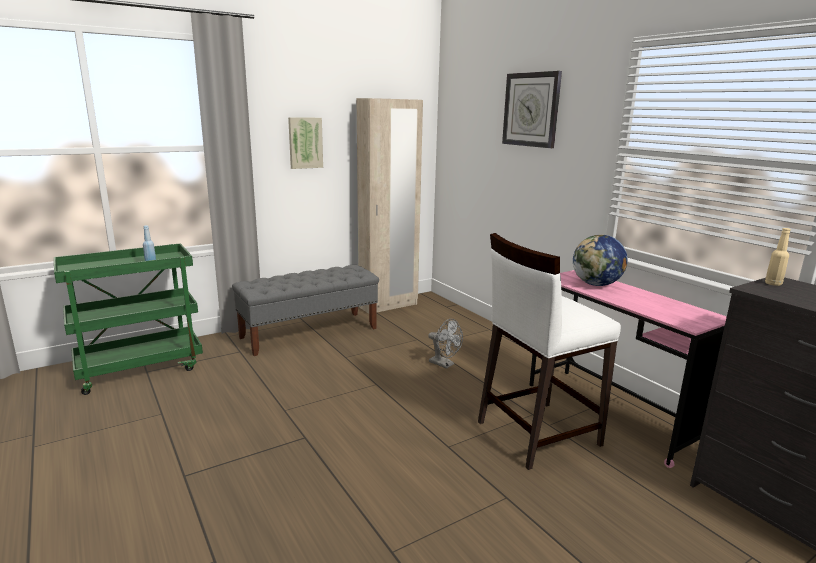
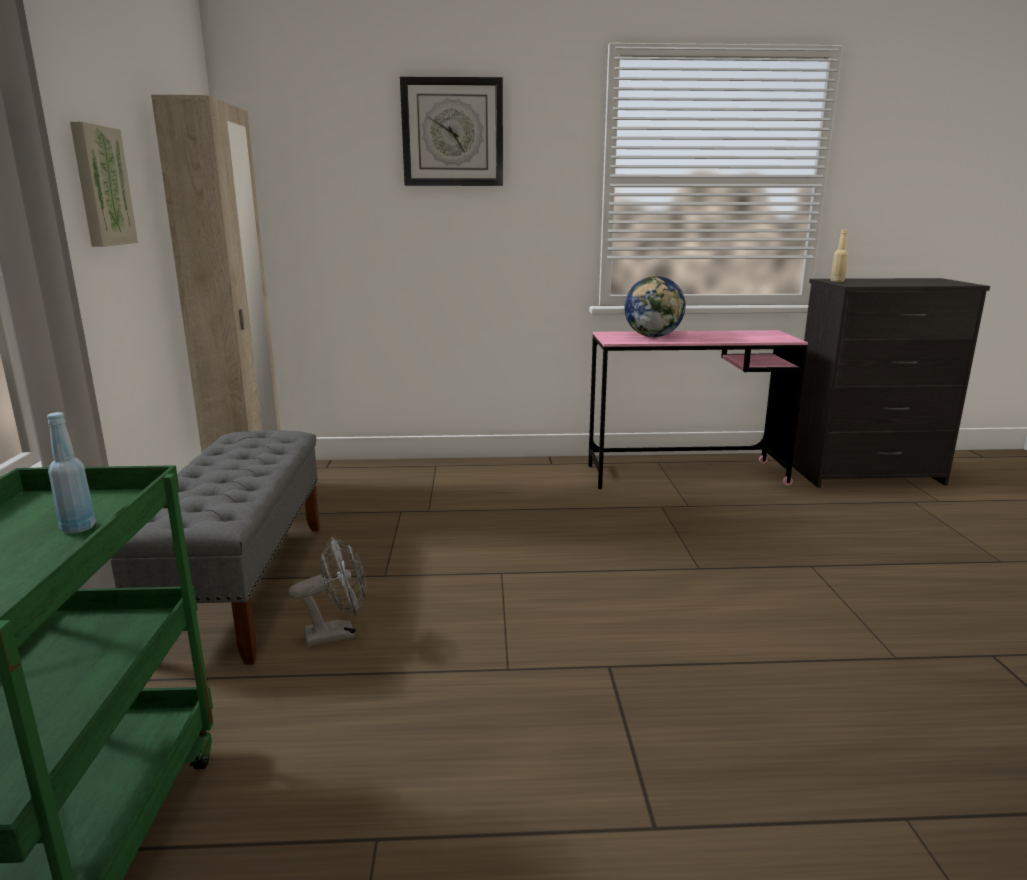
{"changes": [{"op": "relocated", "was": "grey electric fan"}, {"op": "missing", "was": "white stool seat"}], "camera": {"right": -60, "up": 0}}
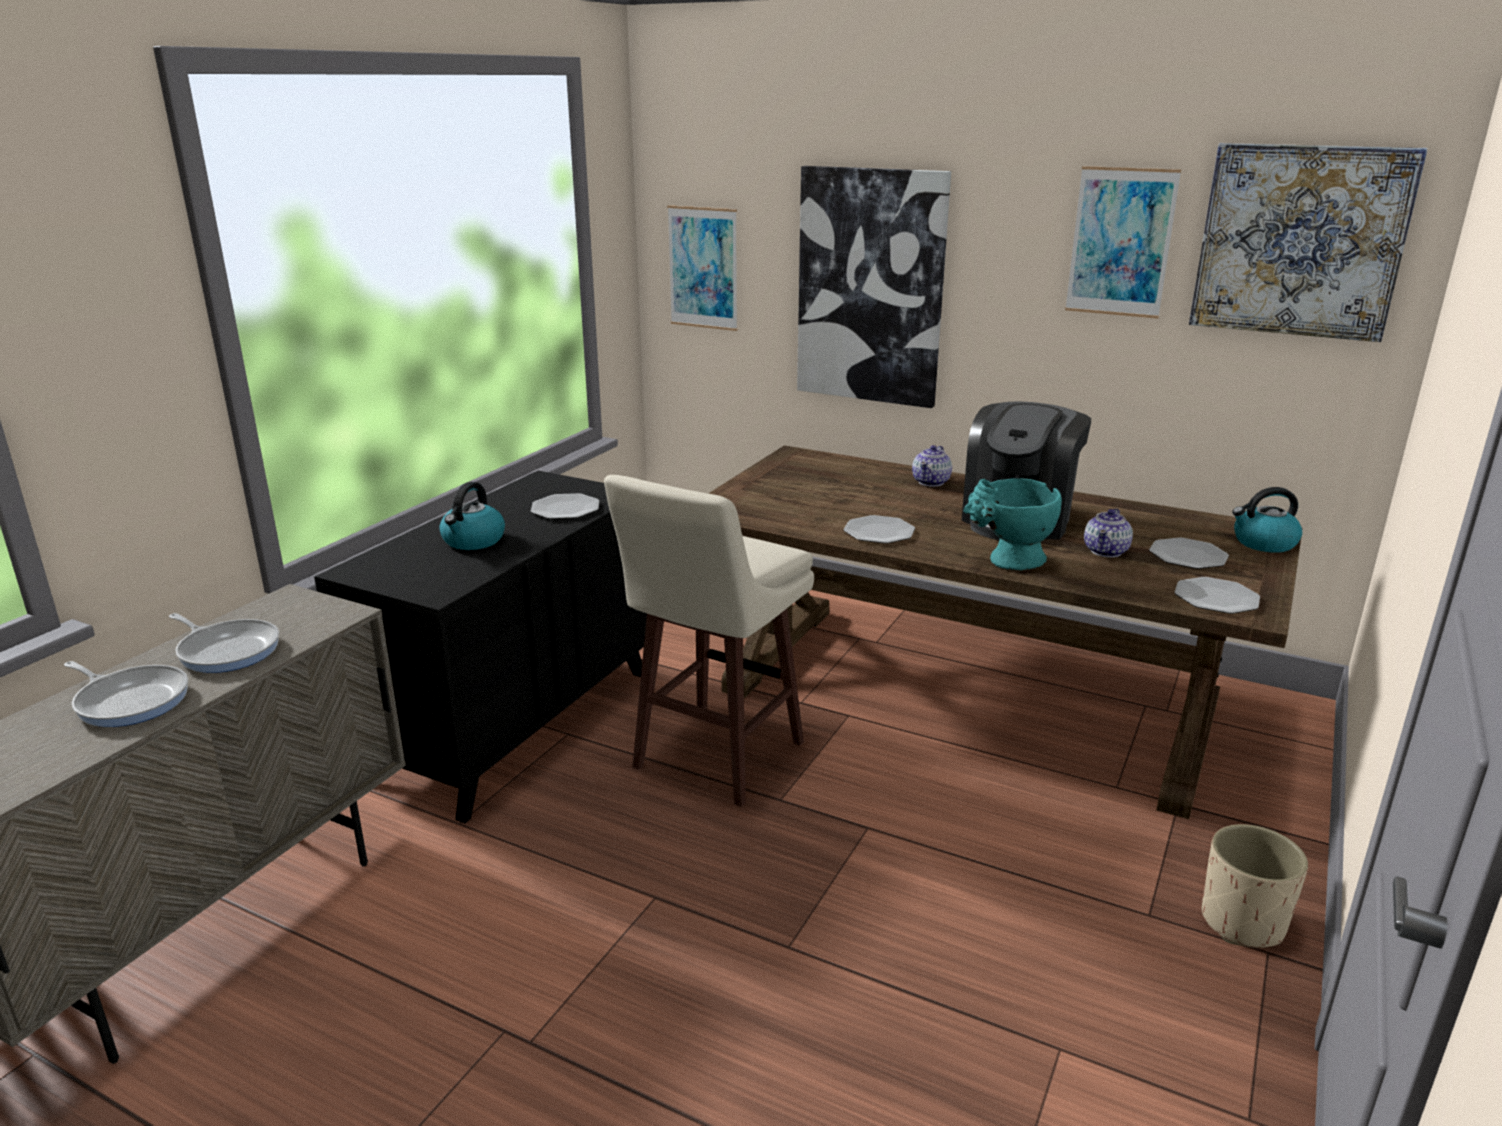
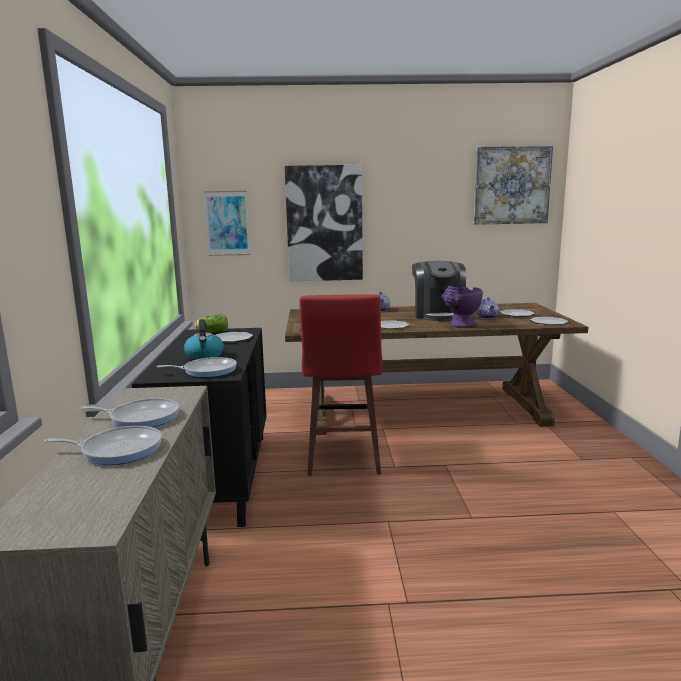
{"changes": [{"op": "colour", "was": "beige-coloured stool seat", "now": "red stool seat"}, {"op": "colour", "was": "turquoise vase", "now": "purple vase"}, {"op": "missing", "was": "wall art (no. 3 from left)"}, {"op": "missing", "was": "beige-coloured planter"}, {"op": "missing", "was": "kettle (no. 2 from left)"}, {"op": "appeared", "now": "frying pan (no. 3 from left)"}, {"op": "appeared", "now": "head of lettuce"}], "camera": {"right": -30, "up": -10}}
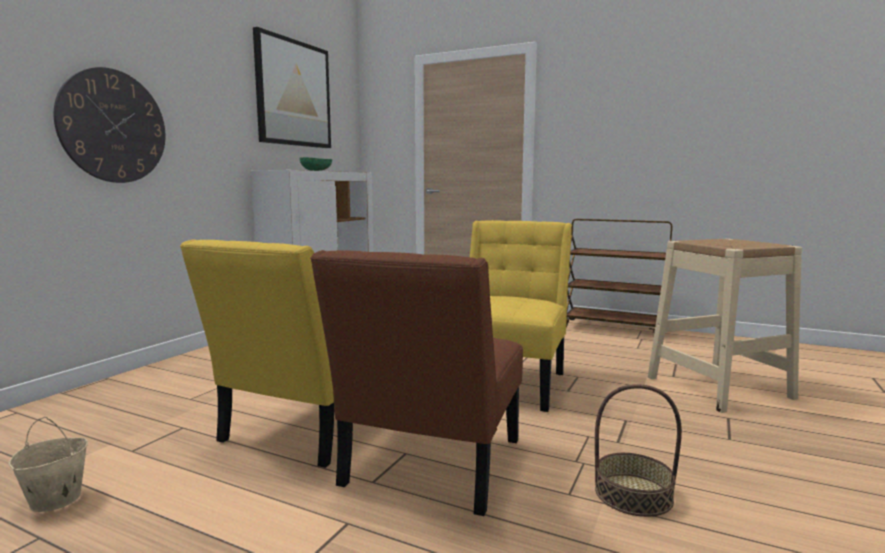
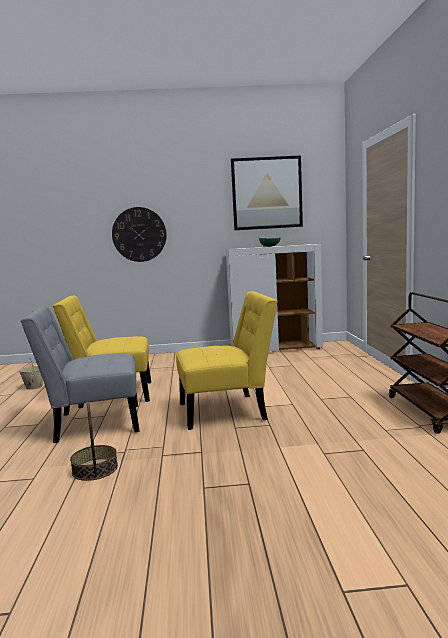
{"changes": [{"op": "colour", "was": "brownish plain chair", "now": "grey plain chair"}, {"op": "missing", "was": "beige-coloured stool seat"}], "camera": {"right": 60, "up": 0}}
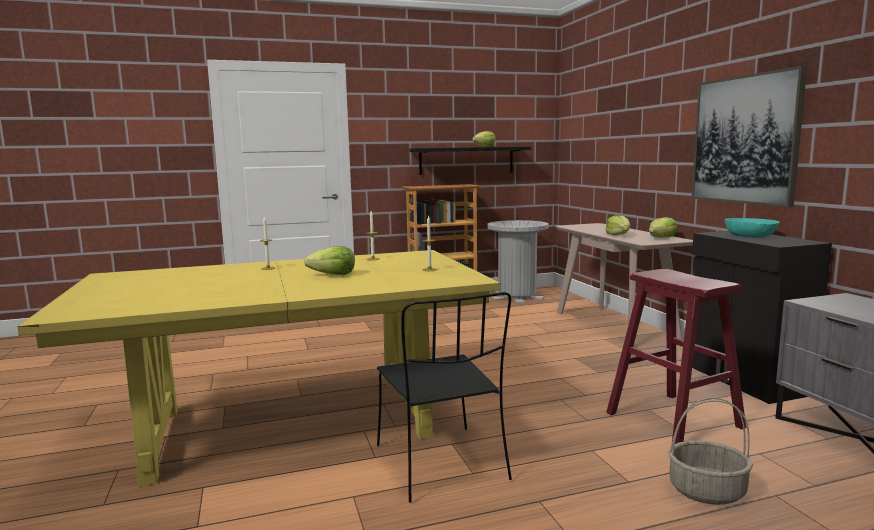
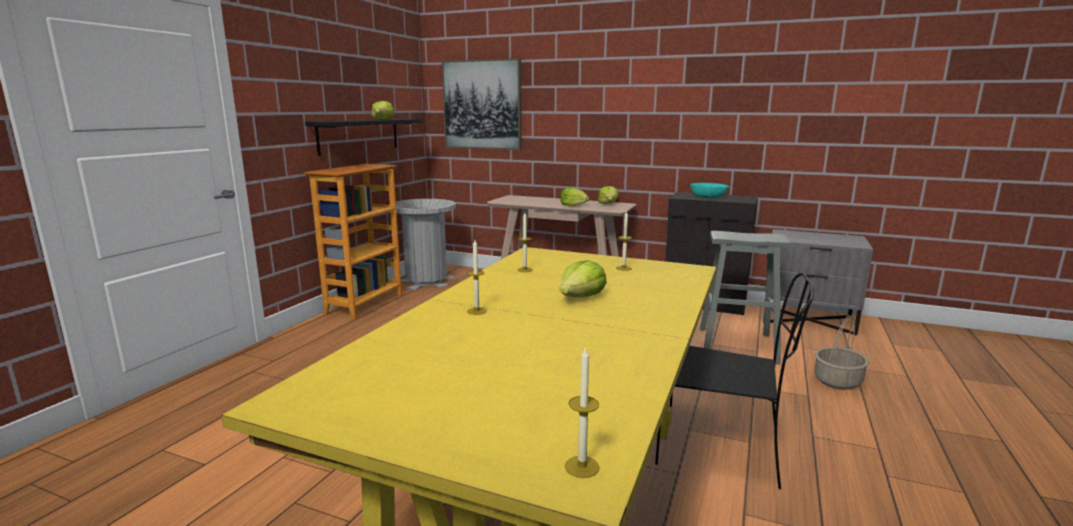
{"changes": [{"op": "colour", "was": "red stool seat", "now": "grey stool seat"}, {"op": "relocated", "was": "wall art"}, {"op": "appeared", "now": "wax light (no. 3 from left)"}], "camera": {"right": -50, "up": 5}}
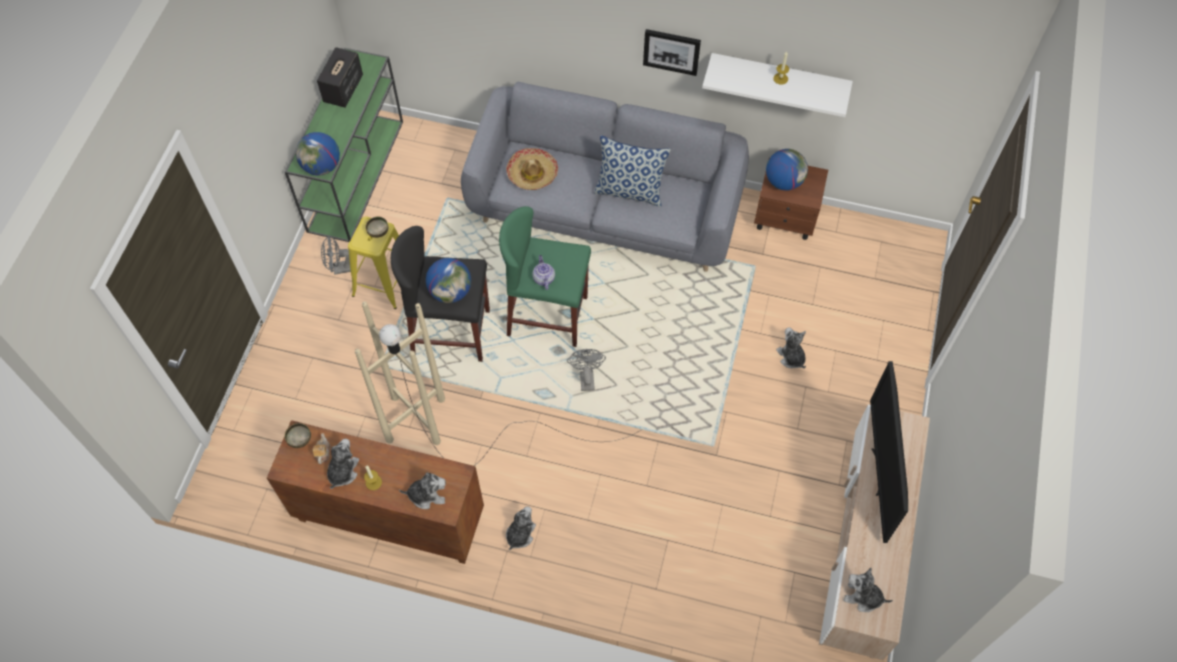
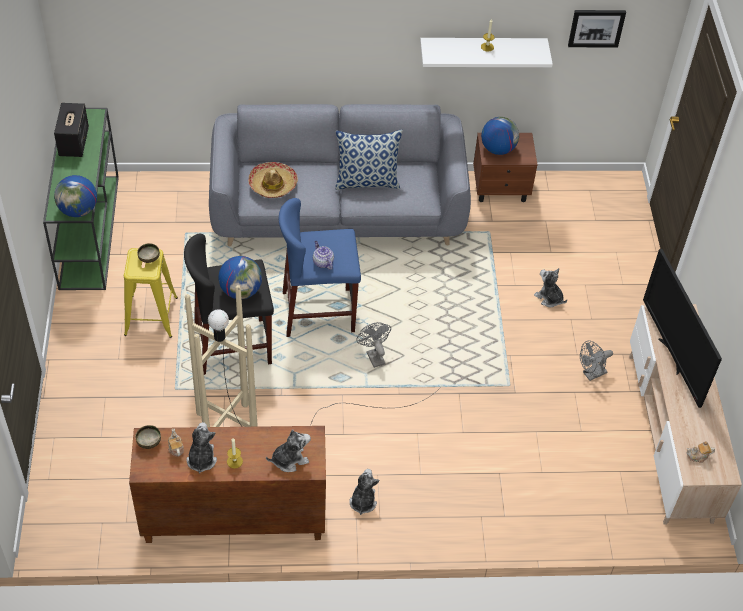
{"changes": [{"op": "relocated", "was": "grey electric fan (no. 1 from left in the first image)", "now": "grey electric fan (no. 2 from left)"}, {"op": "colour", "was": "green stool seat", "now": "blue-coloured stool seat"}, {"op": "relocated", "was": "wall art"}, {"op": "exchanged", "was": "cuddly toy (no. 5 from left)", "now": "tea pot (no. 3 from left)"}], "camera": {"right": -20, "up": -10}}
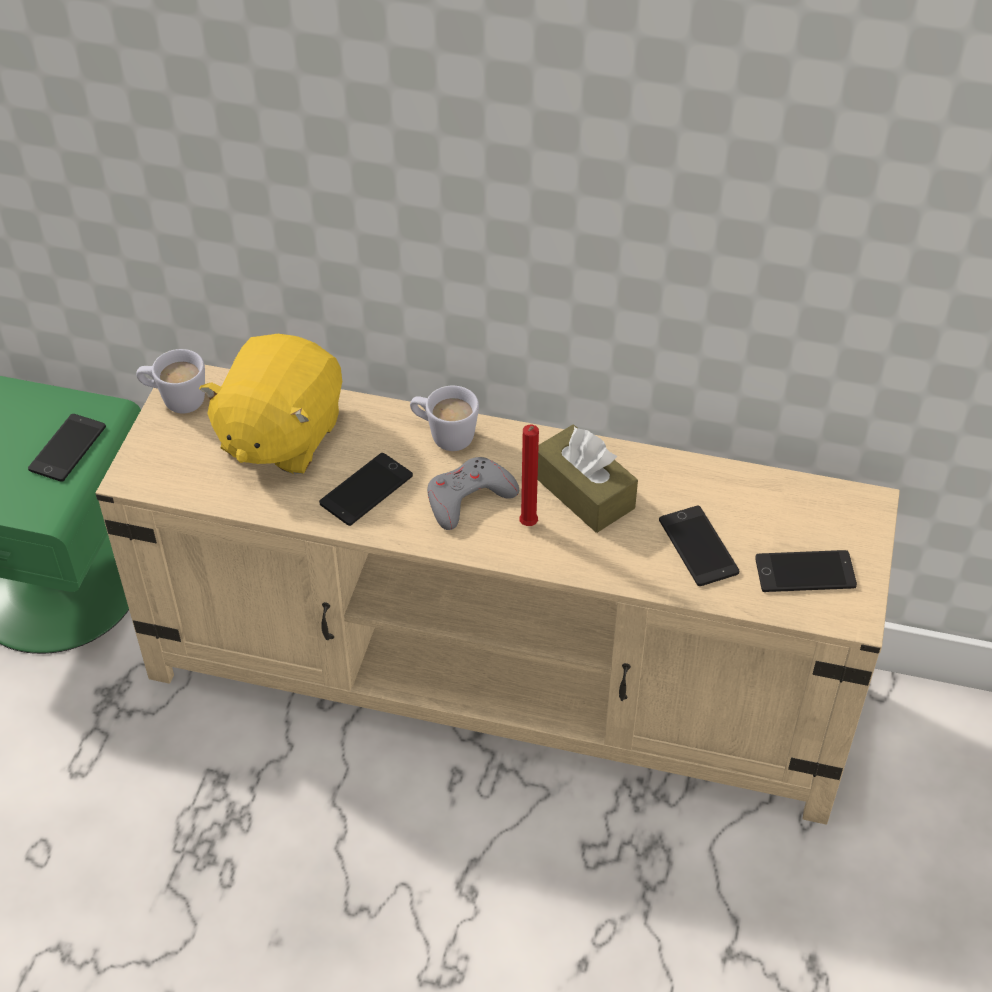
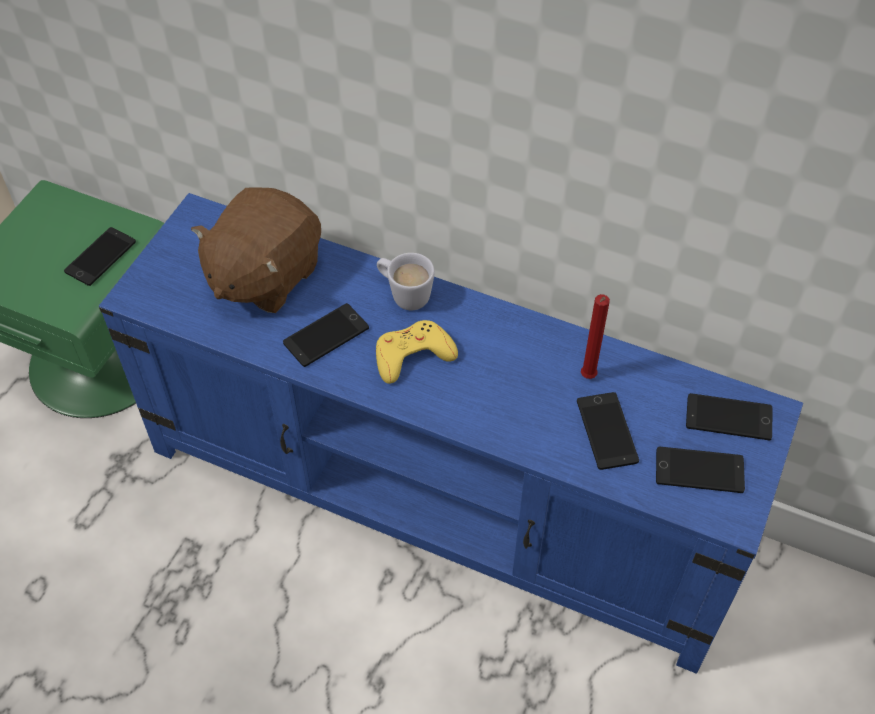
{"changes": [{"op": "colour", "was": "beige-coloured tv stand", "now": "blue-coloured tv stand"}, {"op": "missing", "was": "white tea mug (no. 1 from left)"}, {"op": "colour", "was": "yellow cuddly toy", "now": "brownish cuddly toy"}, {"op": "colour", "was": "grey joypad", "now": "yellow joypad"}, {"op": "relocated", "was": "red wax light"}, {"op": "missing", "was": "brownish tissue holder"}, {"op": "appeared", "now": "phone (no. 5 from left)"}], "camera": {"right": 10, "up": 5}}
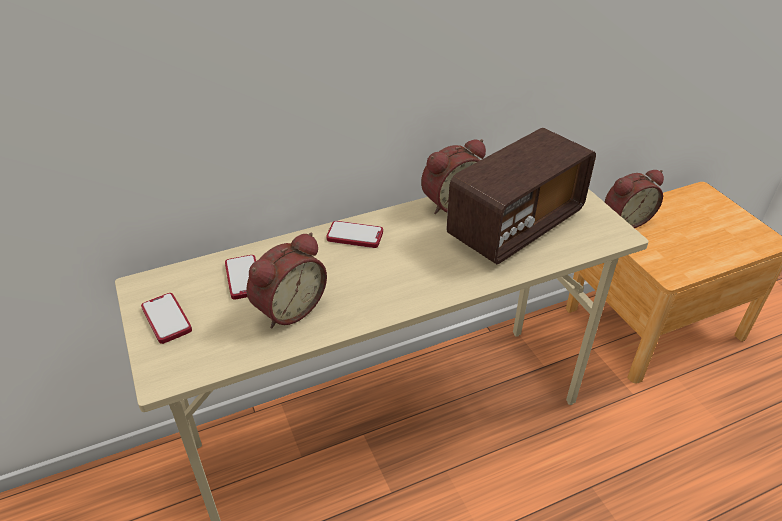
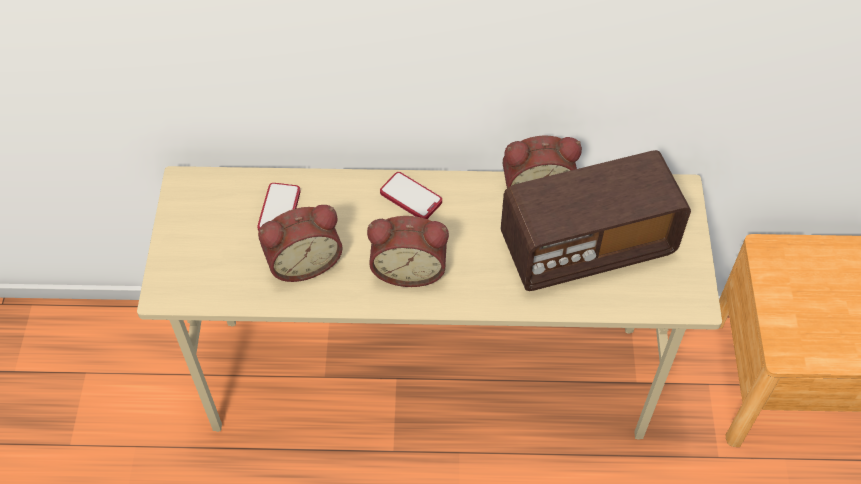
{"changes": [{"op": "missing", "was": "phone (no. 1 from left)"}, {"op": "relocated", "was": "table clock (no. 3 from left in the first image)", "now": "table clock (no. 2 from left)"}], "camera": {"right": 25, "up": 15}}
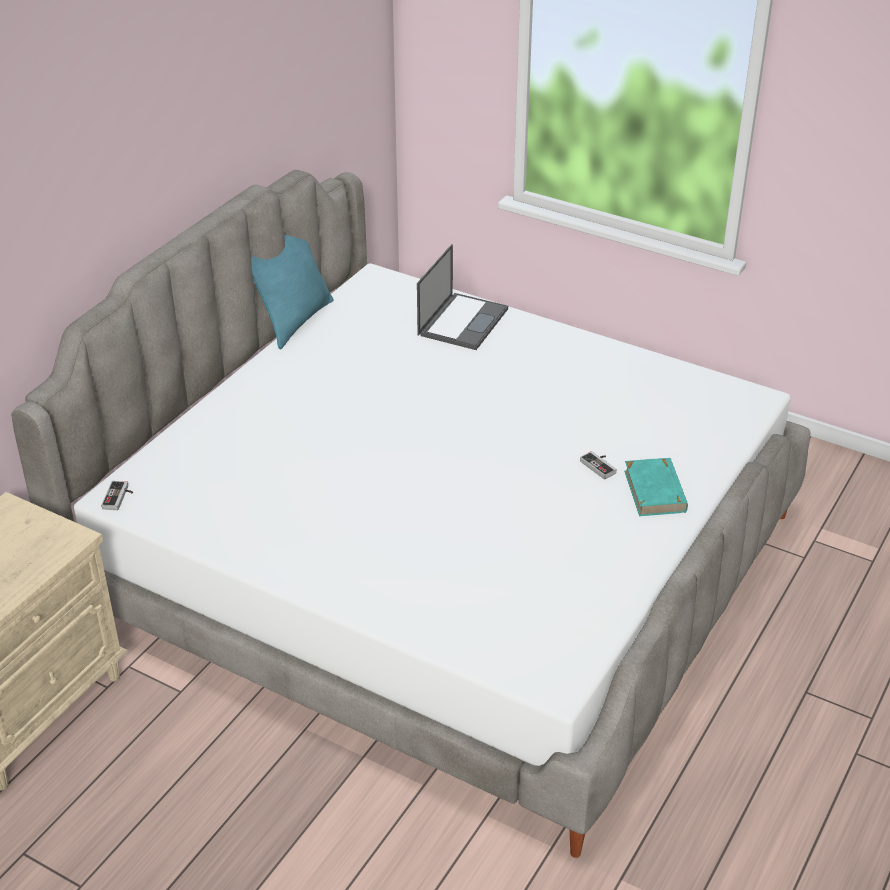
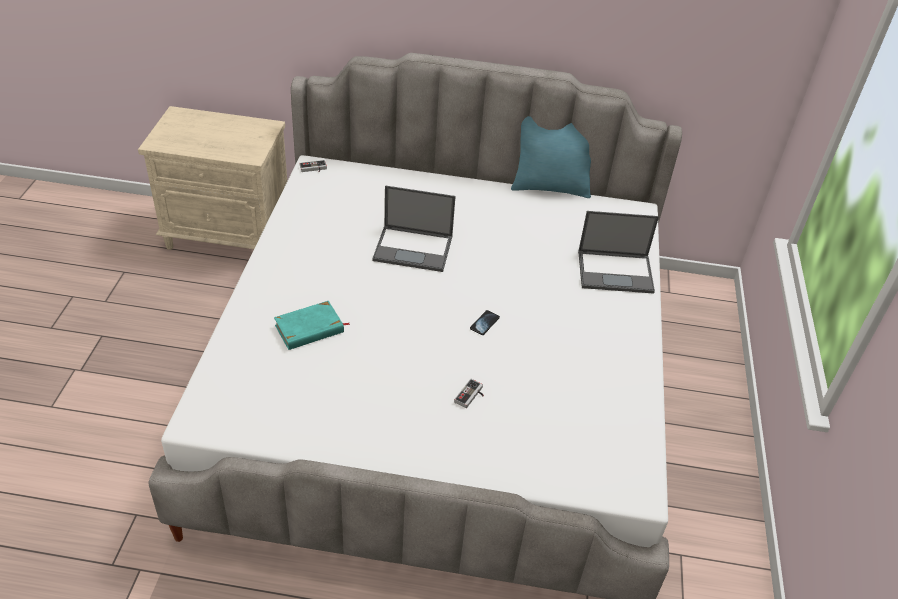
{"changes": [{"op": "relocated", "was": "turquoise volume"}, {"op": "appeared", "now": "portable computer (no. 1 from left)"}, {"op": "appeared", "now": "phone"}], "camera": {"right": 65, "up": 5}}
